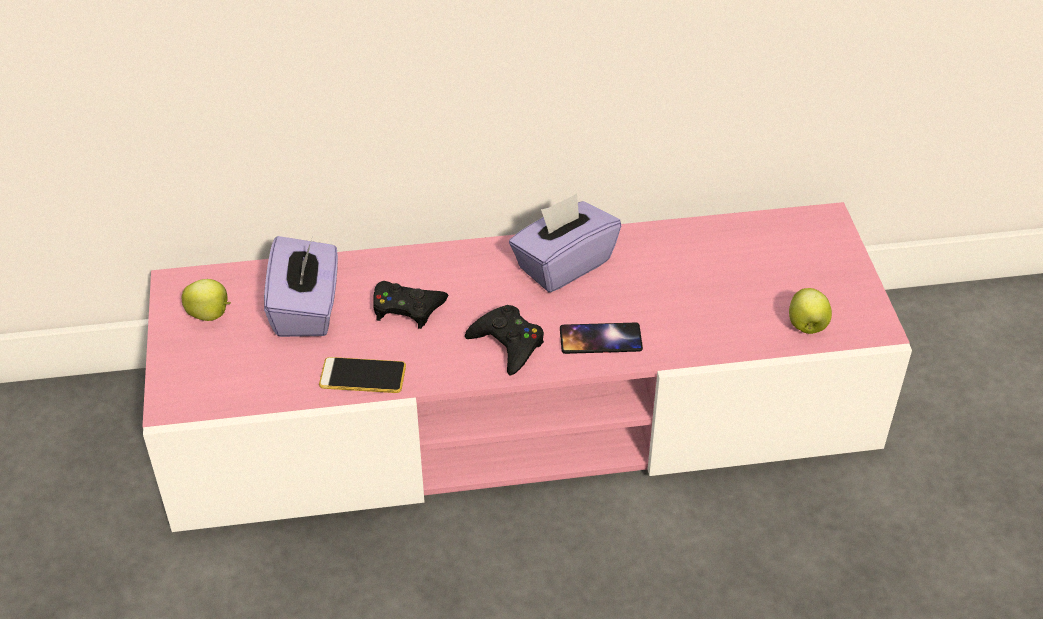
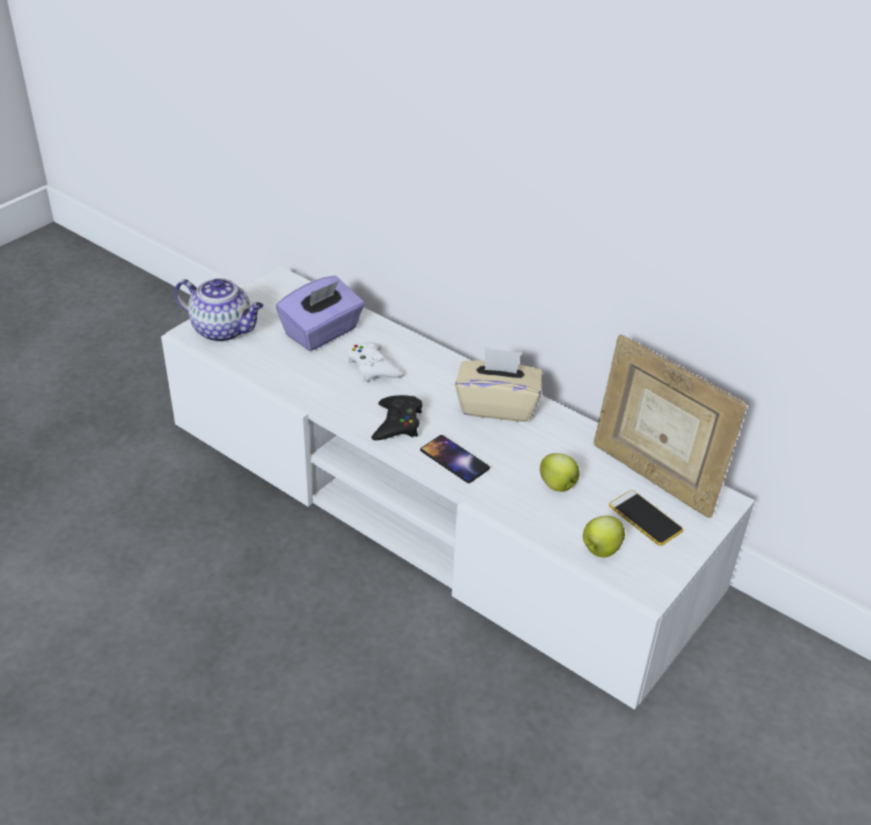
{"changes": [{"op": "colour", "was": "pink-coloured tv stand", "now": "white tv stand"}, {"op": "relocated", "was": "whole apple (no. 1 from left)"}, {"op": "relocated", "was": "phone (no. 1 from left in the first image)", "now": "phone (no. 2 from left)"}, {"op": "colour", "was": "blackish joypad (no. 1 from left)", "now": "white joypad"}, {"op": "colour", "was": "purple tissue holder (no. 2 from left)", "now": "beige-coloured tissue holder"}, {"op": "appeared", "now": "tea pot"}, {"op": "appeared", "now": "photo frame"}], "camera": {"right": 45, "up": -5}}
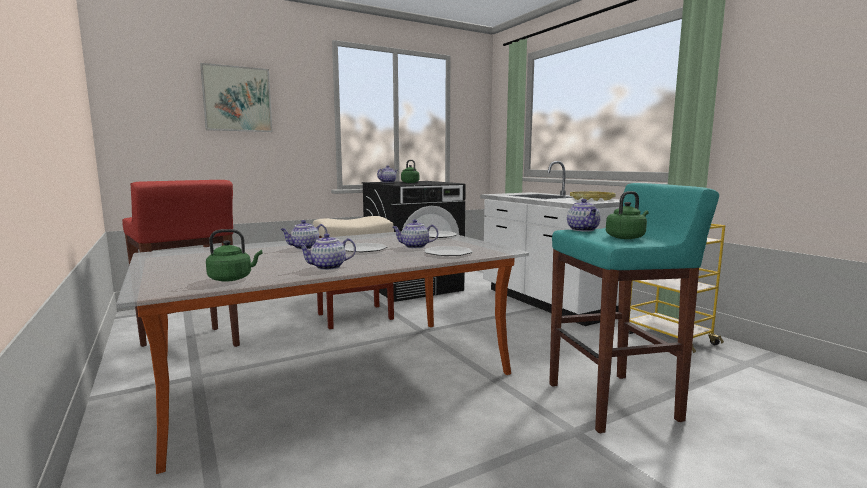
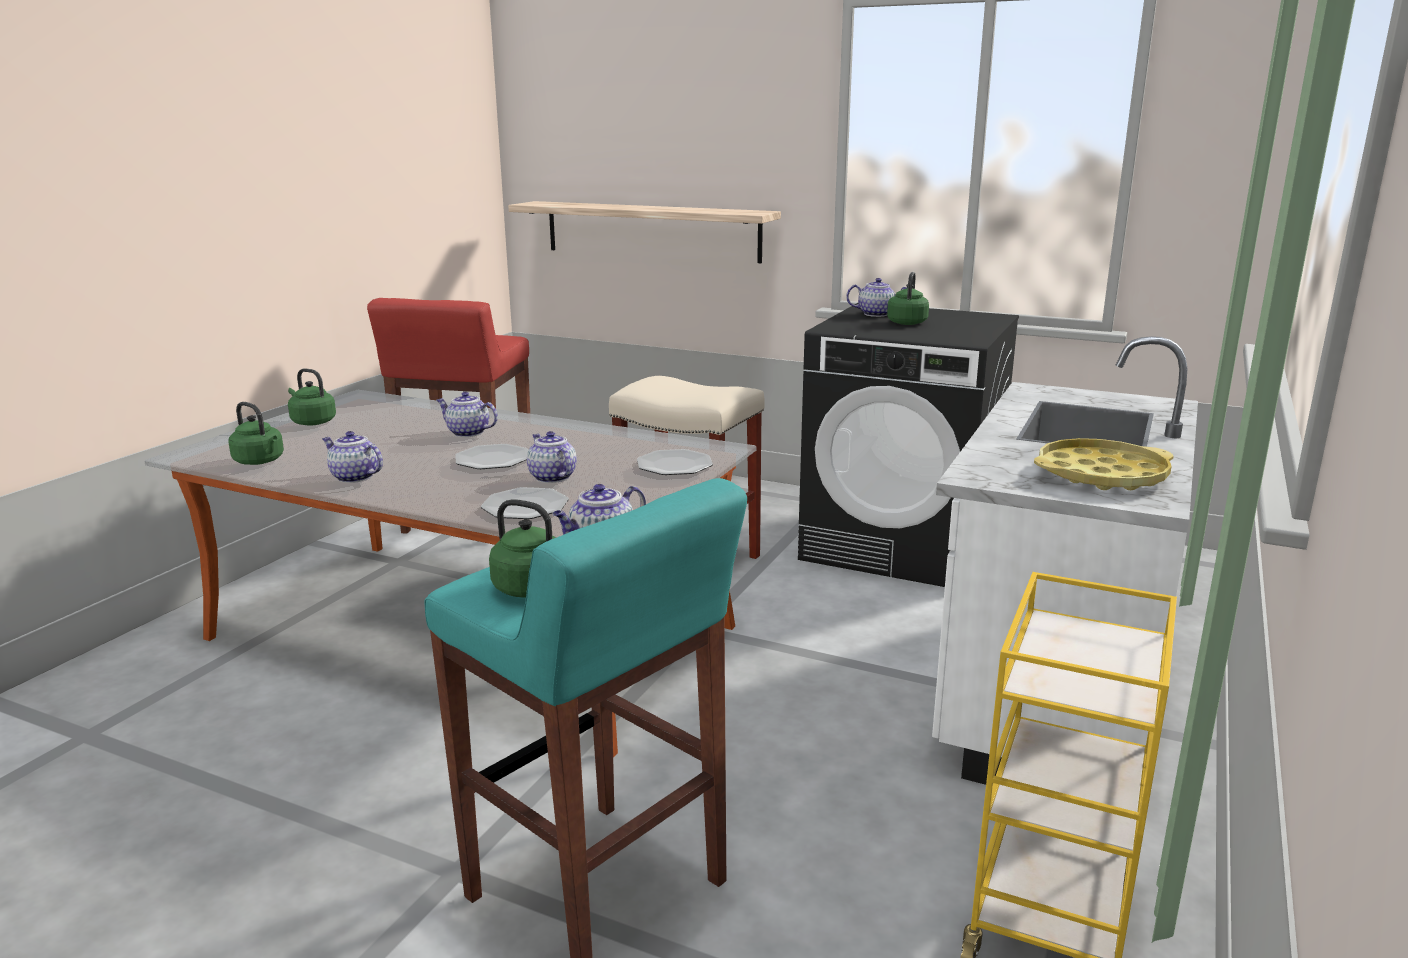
{"changes": [{"op": "missing", "was": "wall art"}, {"op": "appeared", "now": "green kettle (no. 2 from left)"}, {"op": "appeared", "now": "shelf"}], "camera": {"right": 55, "up": 10}}
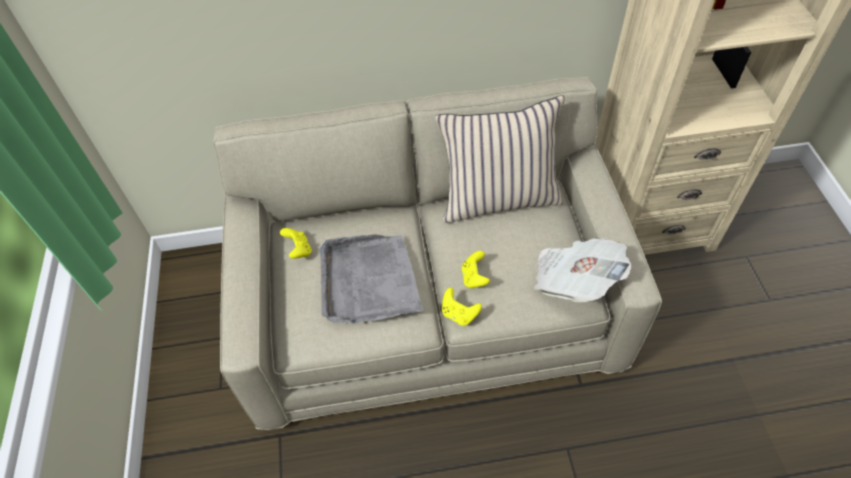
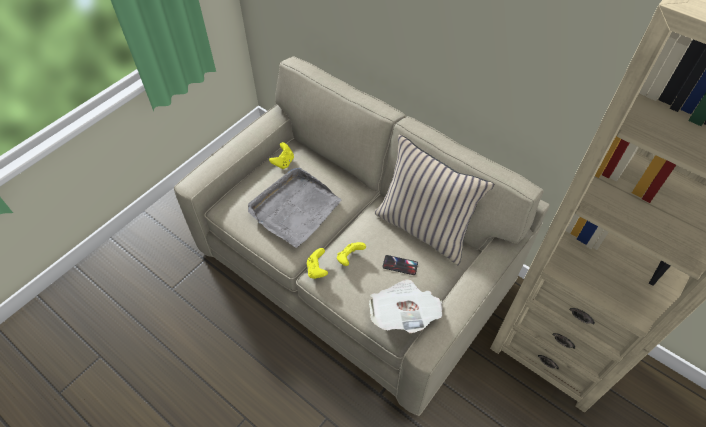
{"changes": [{"op": "appeared", "now": "phone"}], "camera": {"right": 45, "up": 0}}
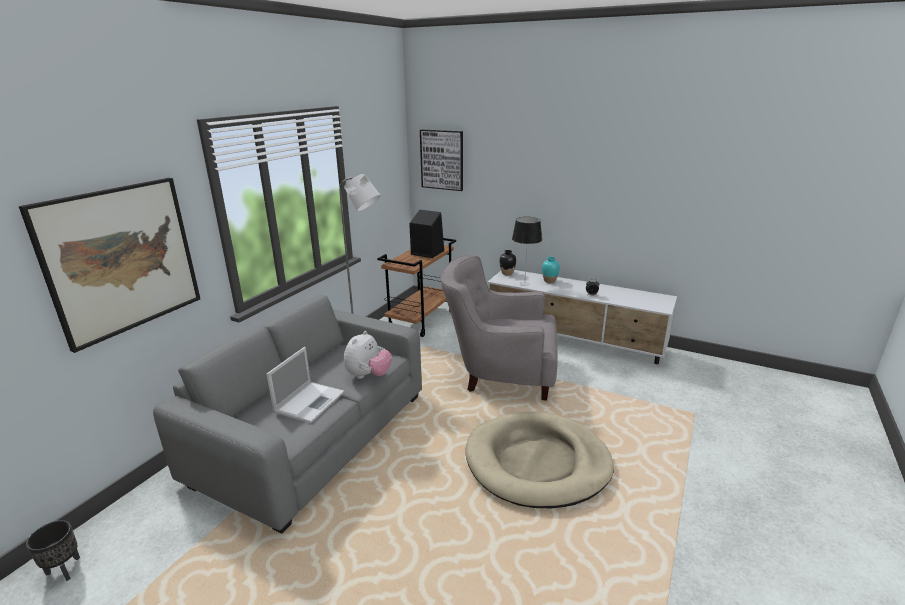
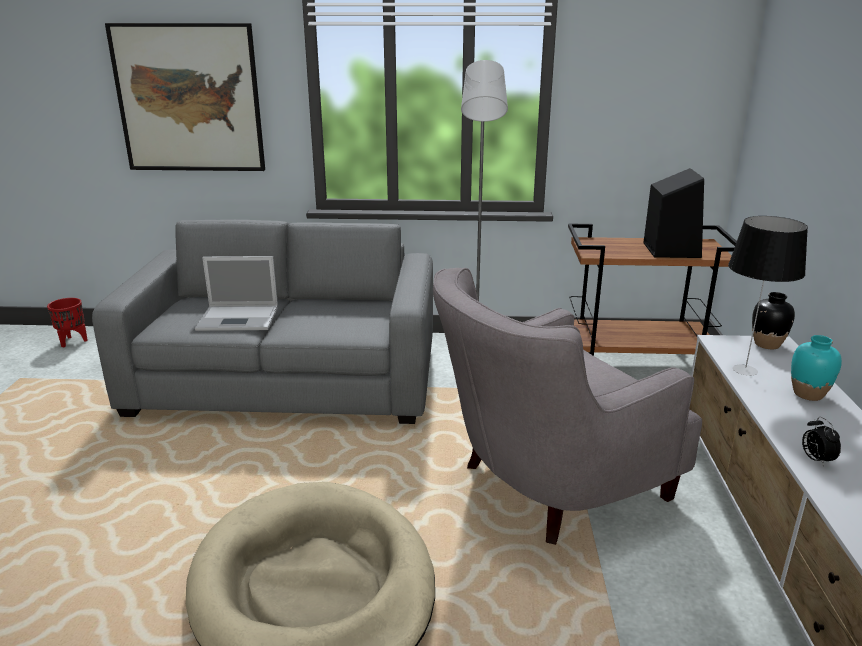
{"changes": [{"op": "colour", "was": "blackish planter", "now": "red planter"}, {"op": "missing", "was": "cuddly toy"}, {"op": "missing", "was": "wall art (no. 2 from left)"}, {"op": "spun", "was": "grey armchair", "clockwise": -105}], "camera": {"right": 65, "up": 0}}
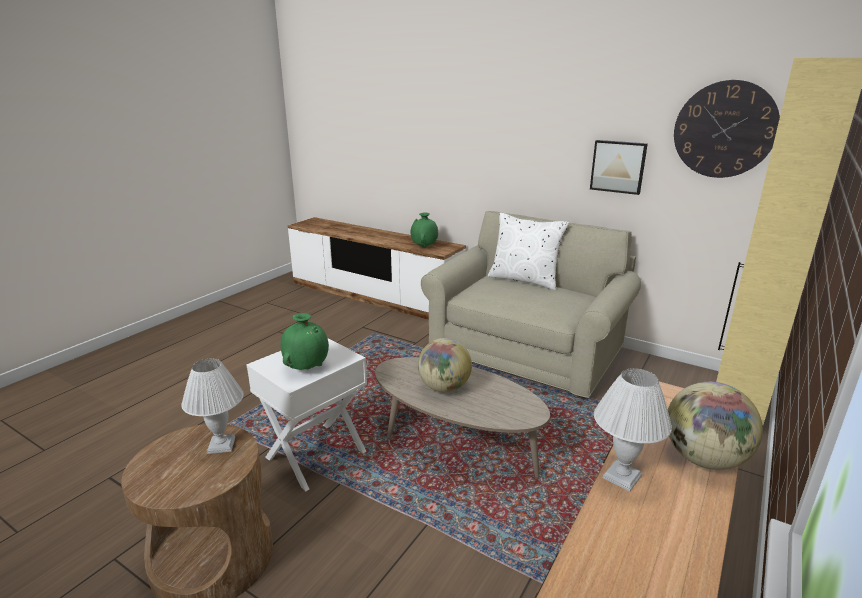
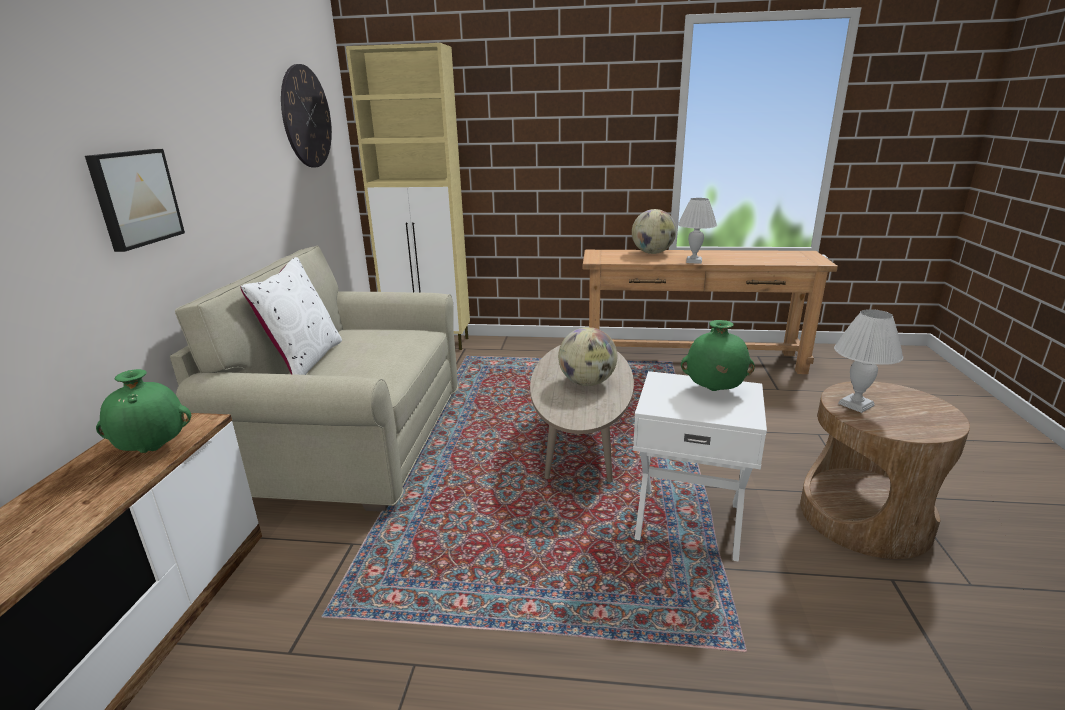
{"changes": [{"op": "relocated", "was": "wall art"}], "camera": {"right": -115, "up": 0}}
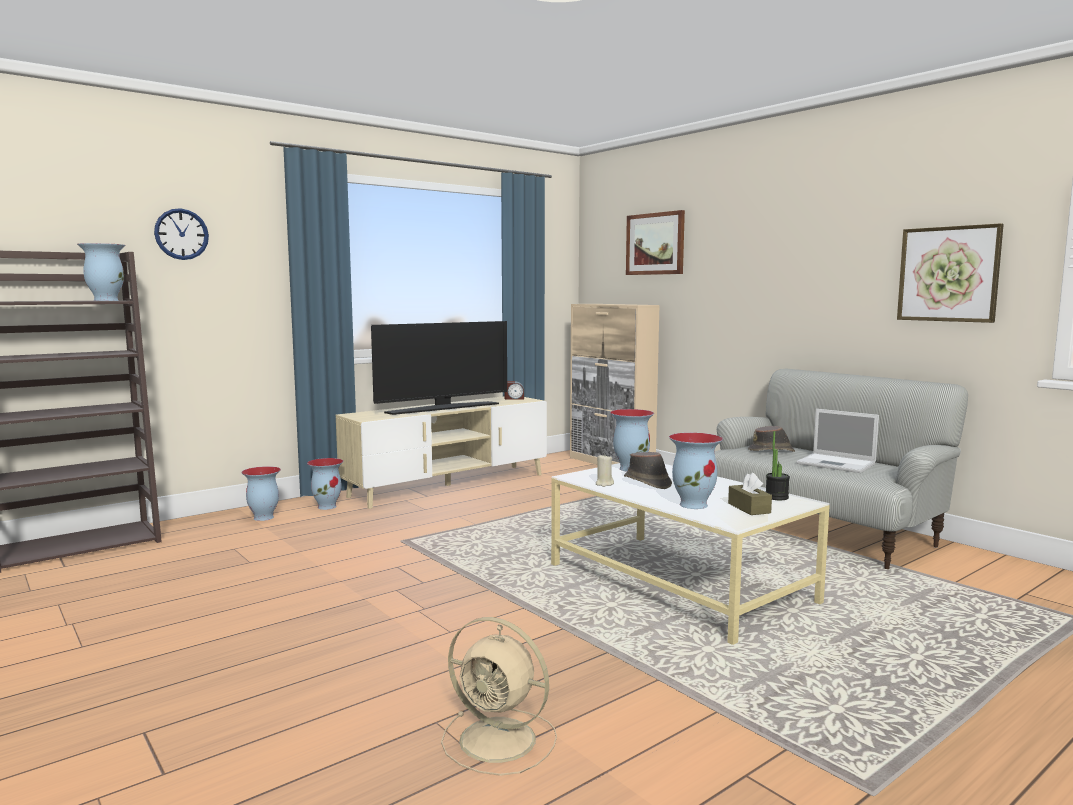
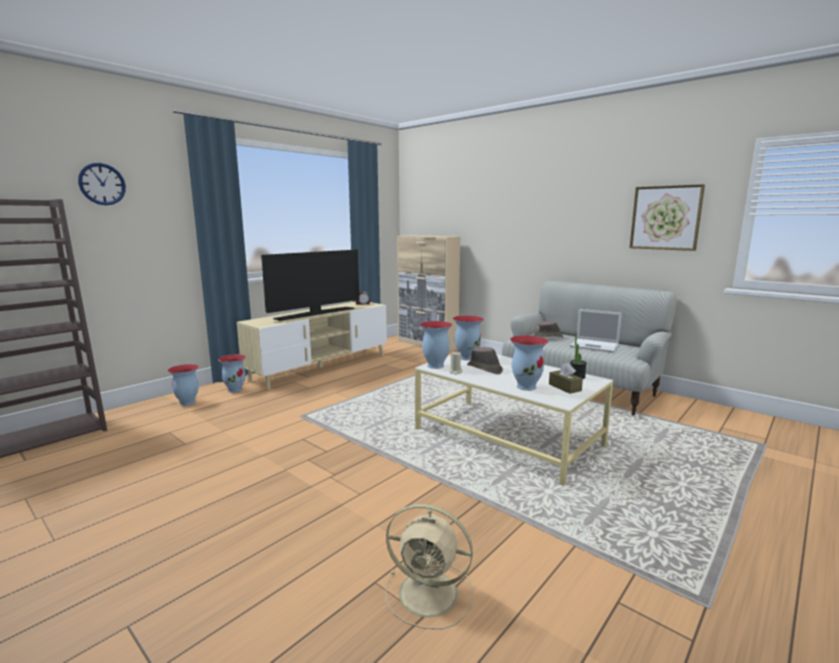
{"changes": [{"op": "relocated", "was": "vase (no. 1 from left in the first image)", "now": "vase (no. 3 from left)"}, {"op": "missing", "was": "wall art (no. 1 from left)"}], "camera": {"right": -10, "up": 5}}
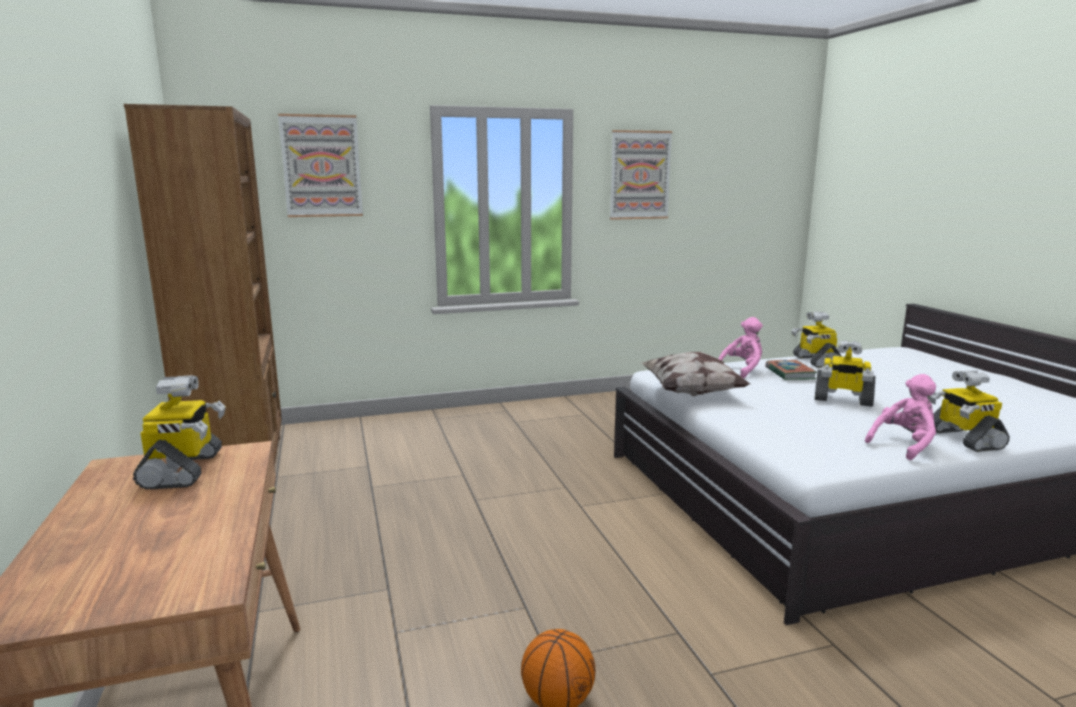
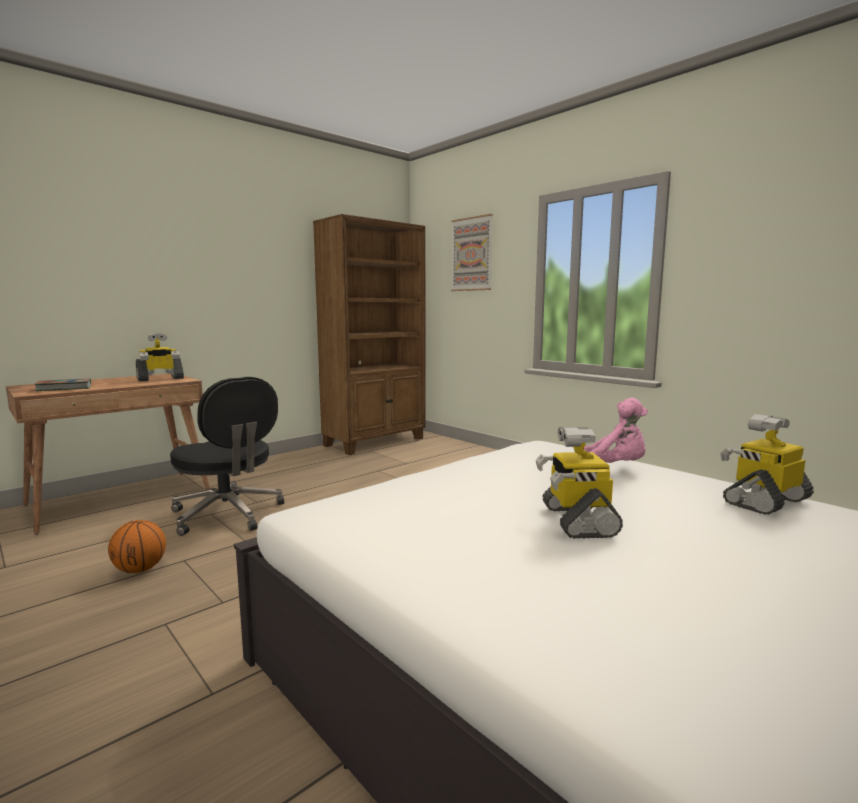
{"changes": [{"op": "missing", "was": "wall art (no. 2 from left)"}, {"op": "missing", "was": "pillow"}, {"op": "relocated", "was": "volume"}, {"op": "missing", "was": "pink-coloured cuddly toy (no. 2 from left)"}, {"op": "missing", "was": "toy robot (no. 4 from left)"}, {"op": "appeared", "now": "blackish computer chair"}], "camera": {"right": 65, "up": -5}}
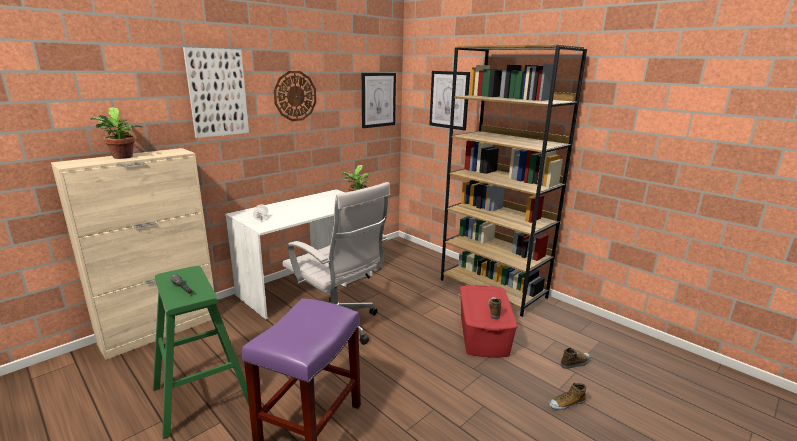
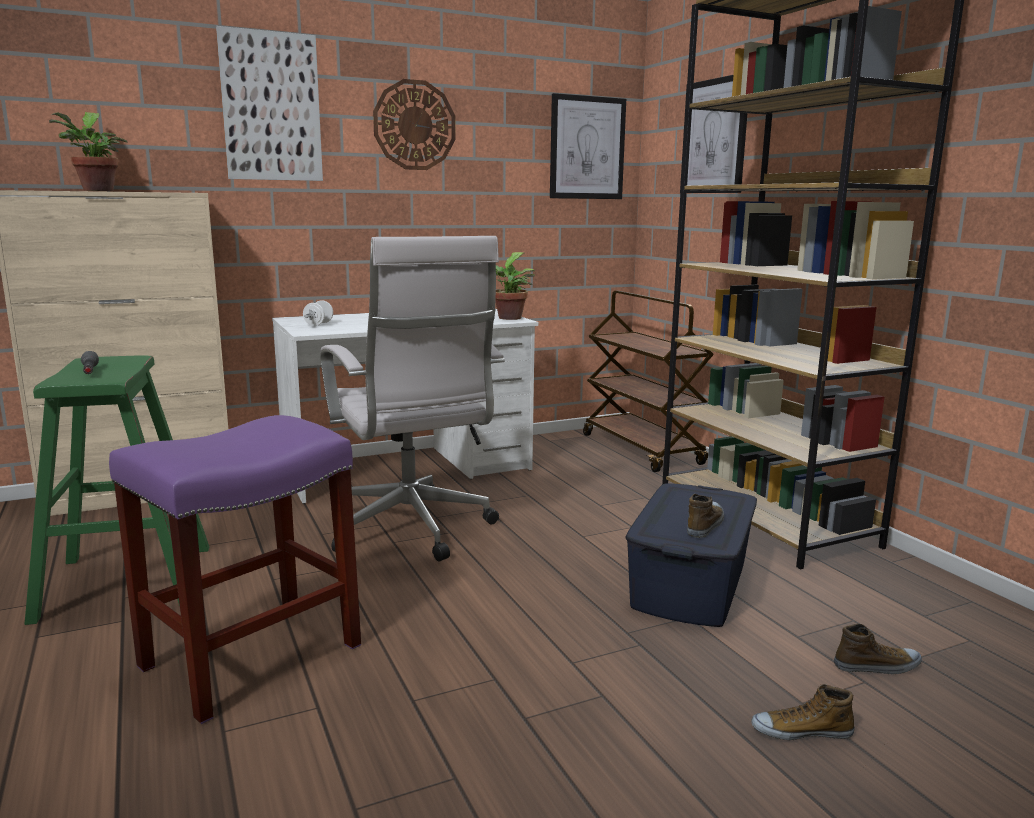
{"changes": [{"op": "colour", "was": "red storage bin", "now": "blue-coloured storage bin"}, {"op": "appeared", "now": "brownish cart"}], "camera": {"right": 20, "up": -5}}
